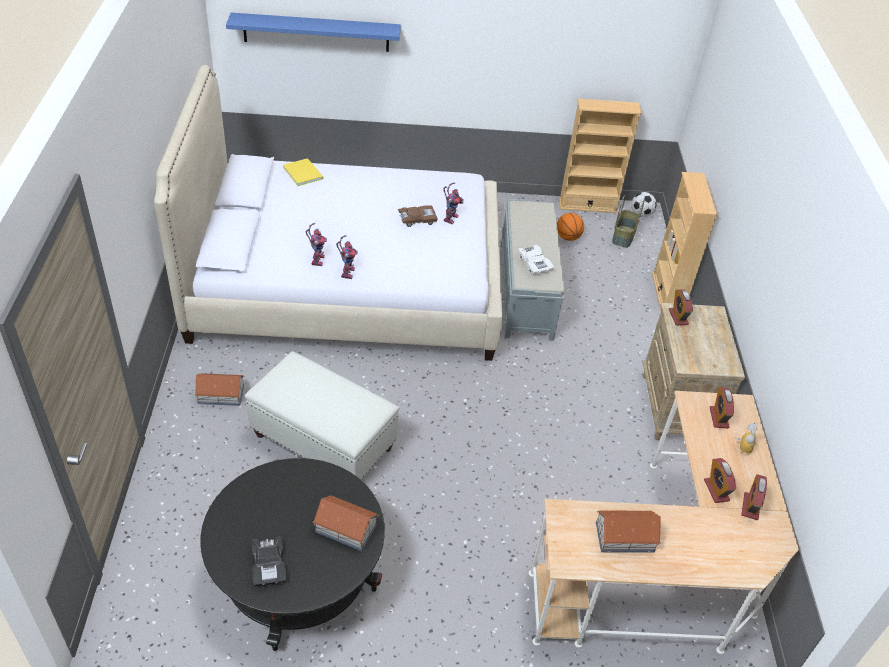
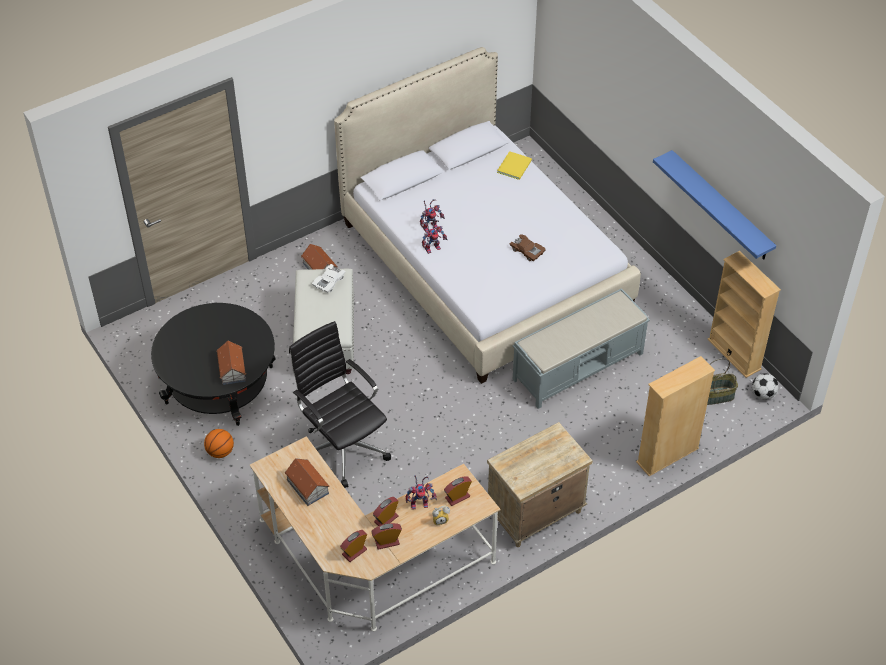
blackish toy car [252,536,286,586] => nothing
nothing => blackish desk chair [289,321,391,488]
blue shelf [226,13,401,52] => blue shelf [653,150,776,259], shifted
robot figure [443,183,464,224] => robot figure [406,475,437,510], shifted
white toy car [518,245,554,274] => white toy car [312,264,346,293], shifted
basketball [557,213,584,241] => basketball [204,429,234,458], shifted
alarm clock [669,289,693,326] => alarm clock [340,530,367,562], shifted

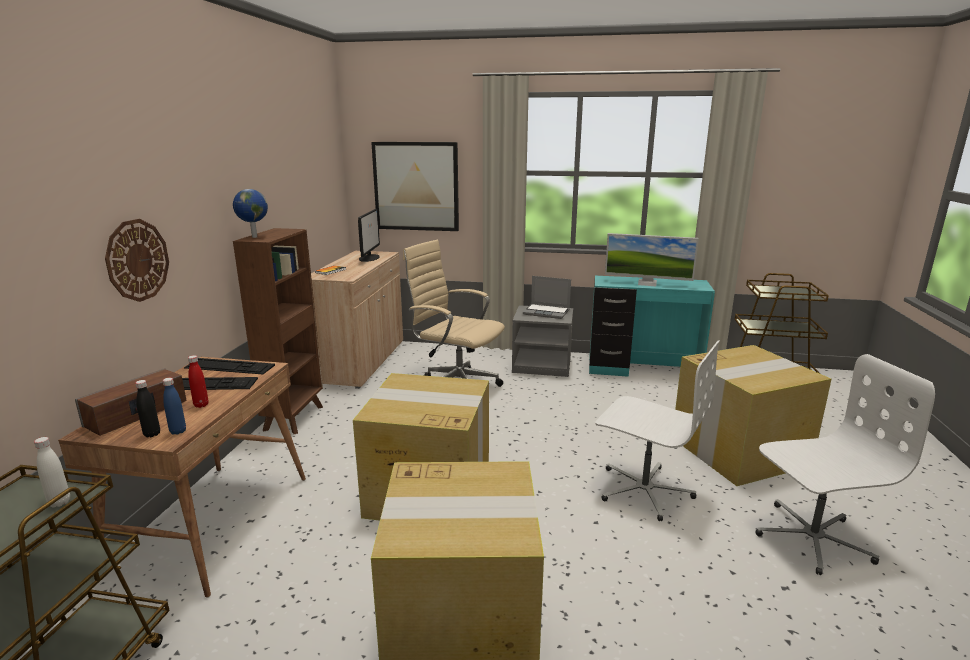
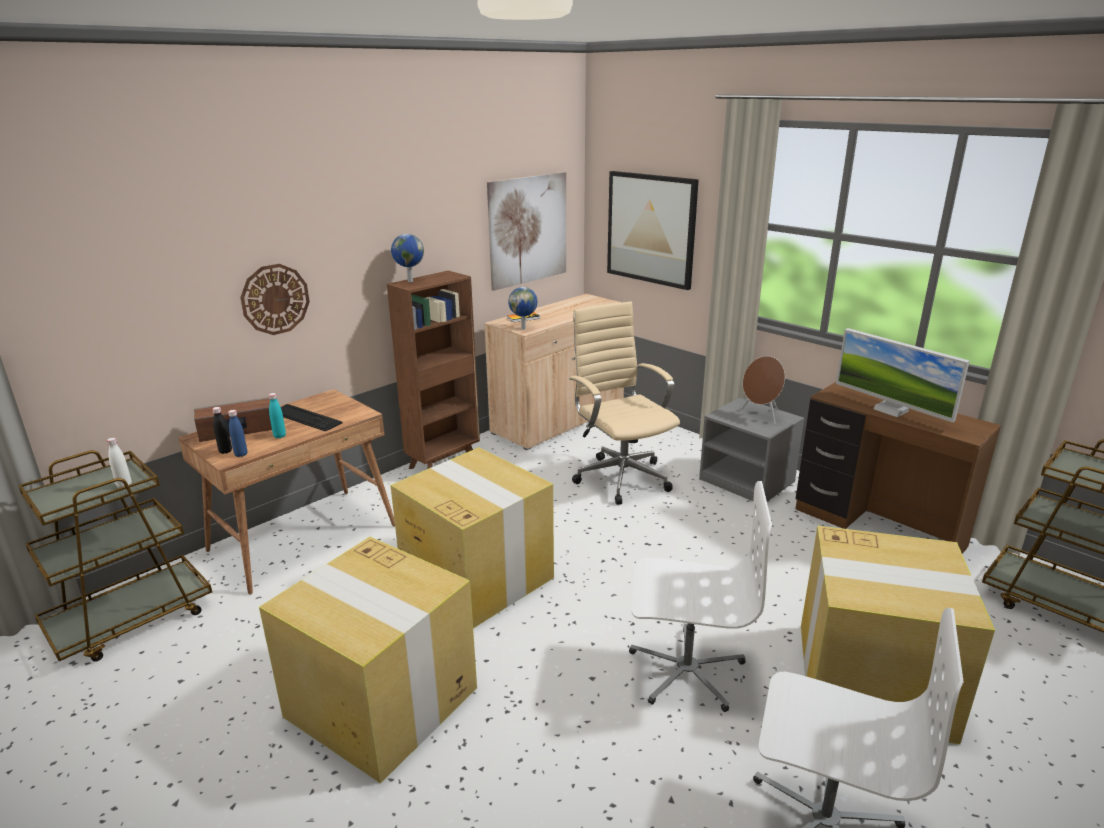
PC keyboard [184,358,275,374] => nothing
monitor [358,209,380,262] => nothing
nothing => wall art [487,172,566,291]
nothing => globe [508,287,537,330]
notebook computer [523,276,571,319] => brown-coloured audio speaker [741,356,785,424]
red-coloured drink bottle [188,355,209,408] => blue-green drink bottle [269,393,286,438]
blue-green desk unit [589,276,715,377] => brown-coloured desk unit [795,382,1001,554]
white desk chair [595,340,719,521] => white desk chair [629,481,772,712], 60 degrees counterclockwise

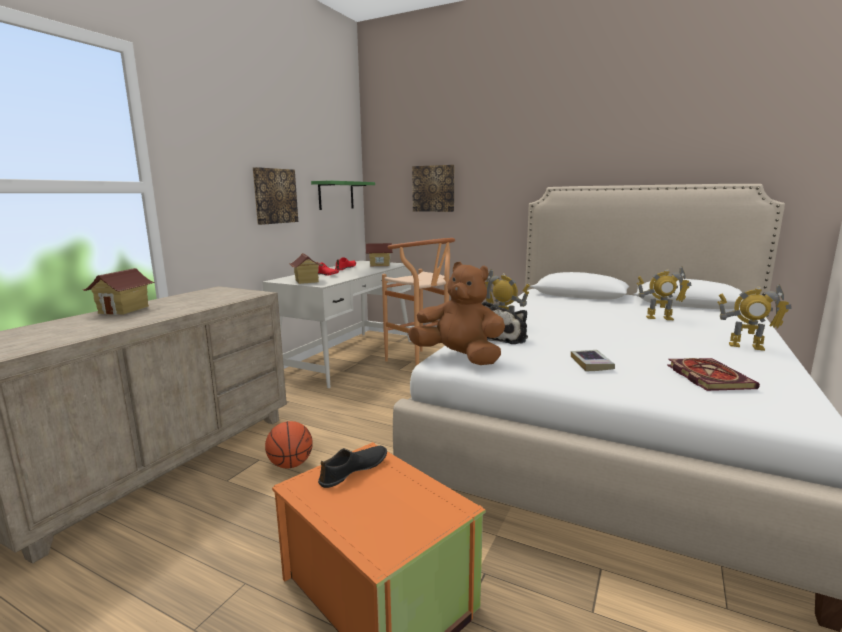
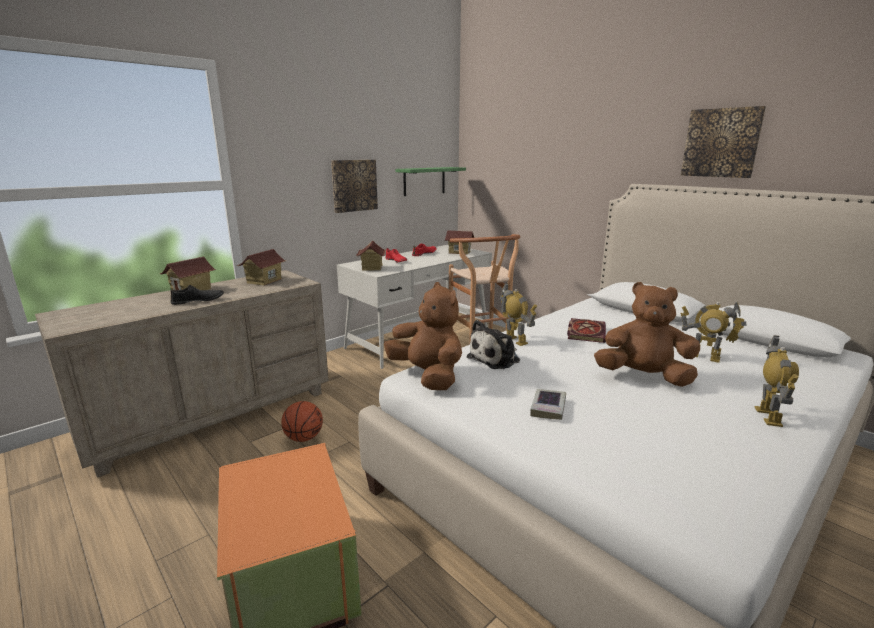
nothing => toy house [237,249,287,285]
nothing => brown-coloured soft toy [594,282,700,387]
blackish shoe [318,446,387,488] => blackish shoe [170,285,224,305], shifted
wall art [412,165,454,212] => wall art [681,106,766,178], shifted
volume [667,358,760,391] => volume [567,318,606,343], shifted
robot figure [718,284,792,351] => robot figure [754,335,799,427], 120 degrees counterclockwise

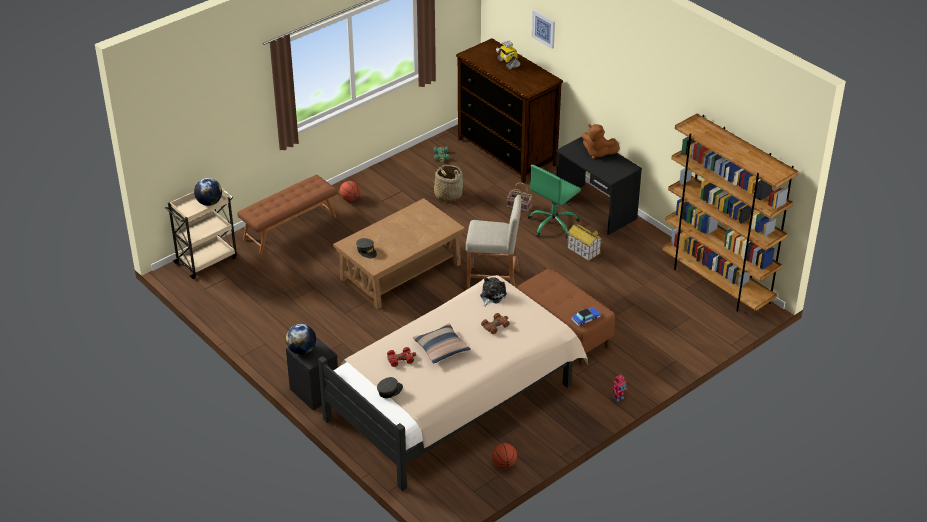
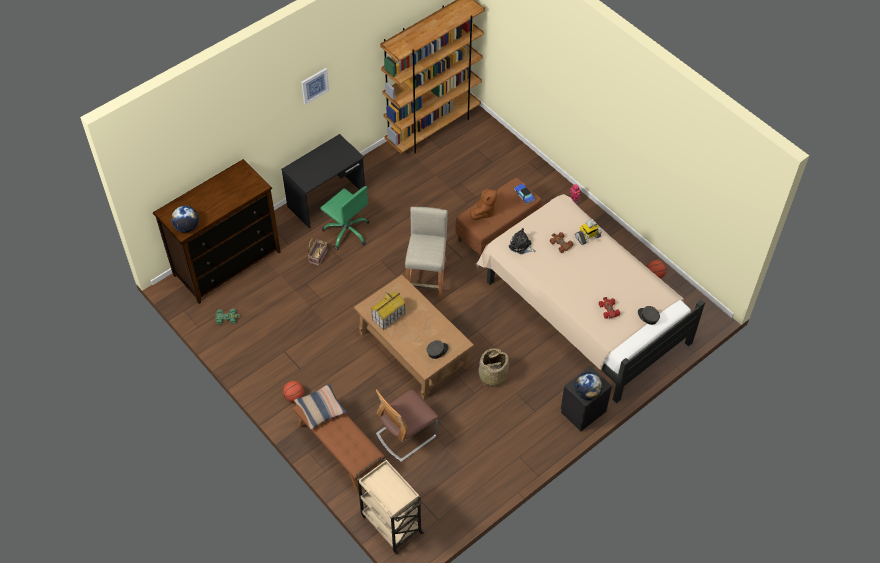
nothing => chair [376,389,439,462]
globe [194,178,222,206] => globe [171,206,199,233], shifted
cushion [413,323,471,363] => cushion [294,384,346,429], shifted
basket [433,165,463,202] => basket [479,348,509,387], shifted
robot figure [496,40,521,70] => robot figure [575,219,603,245], shifted
wall art [531,10,555,49] => wall art [301,68,329,105], shifted
toy house [567,224,602,261] => toy house [371,292,405,330], shifted
brown-coloured soft toy [582,124,620,159] => brown-coloured soft toy [470,189,497,220], shifted

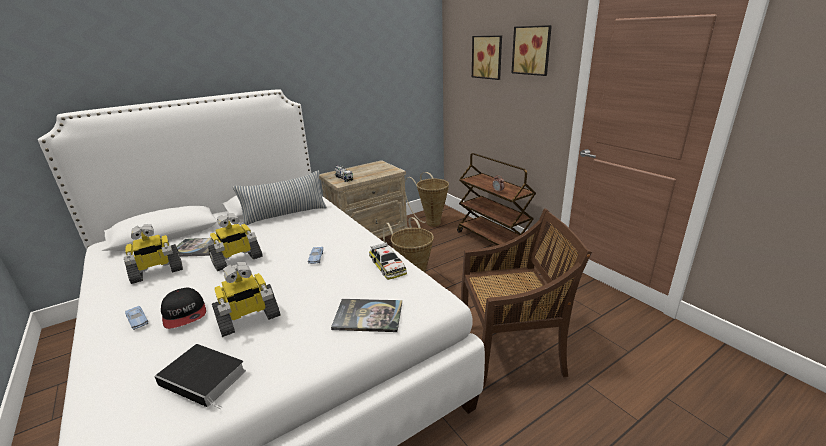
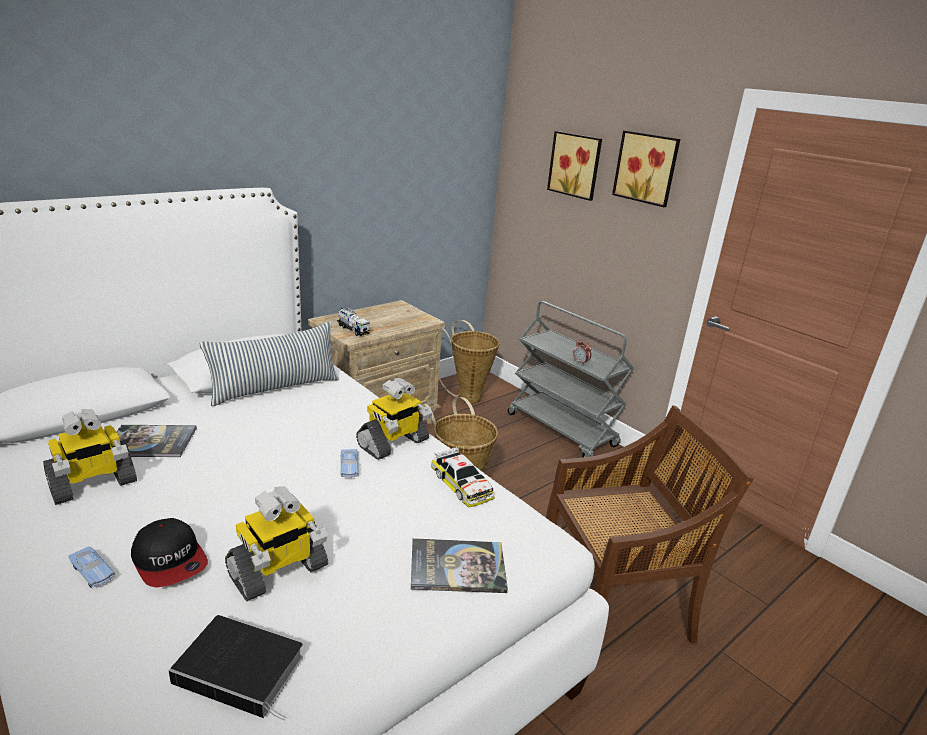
robot figure [208,213,263,271] => robot figure [356,378,433,460], shifted
brown-coloured trolley [457,153,536,245] => greyish trolley [508,301,634,457]

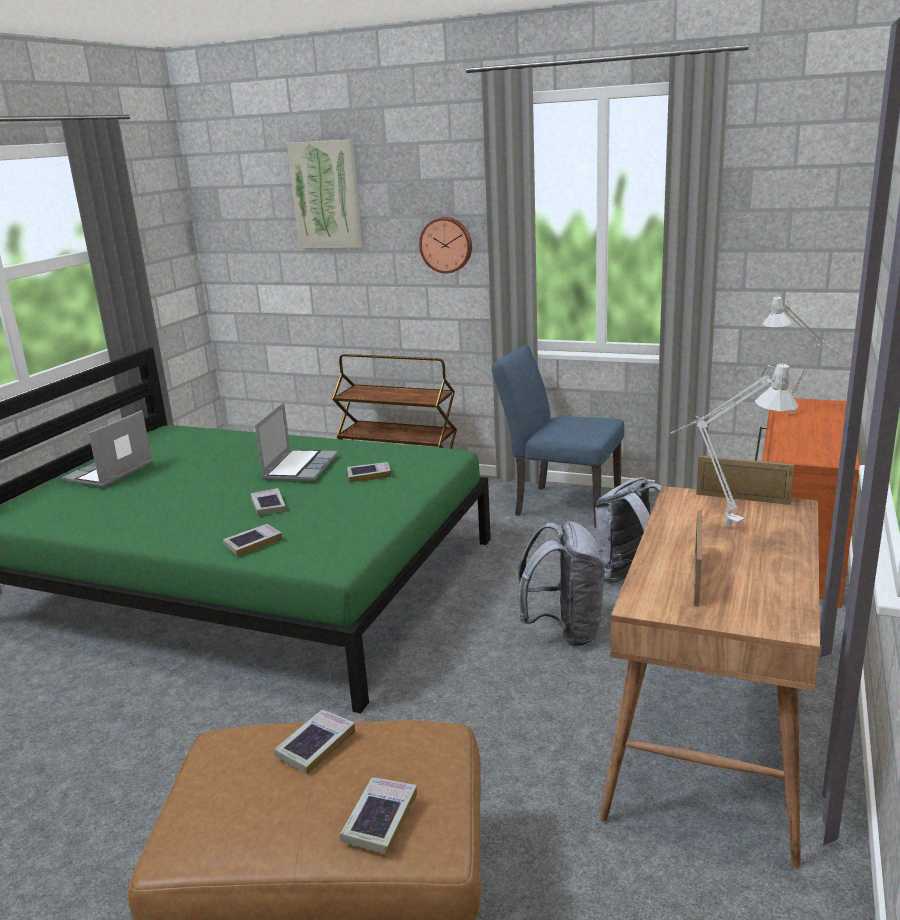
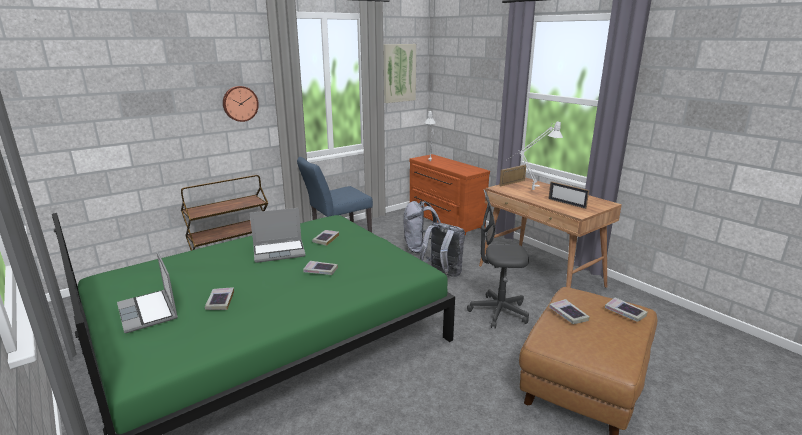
nothing => greyish desk chair [467,189,529,329]
volume [223,524,282,556] => volume [205,287,234,310], shifted
wall art [287,139,363,248] => wall art [383,44,416,103], shifted
notebook computer [255,402,338,481] => notebook computer [250,208,306,263], 120 degrees clockwise

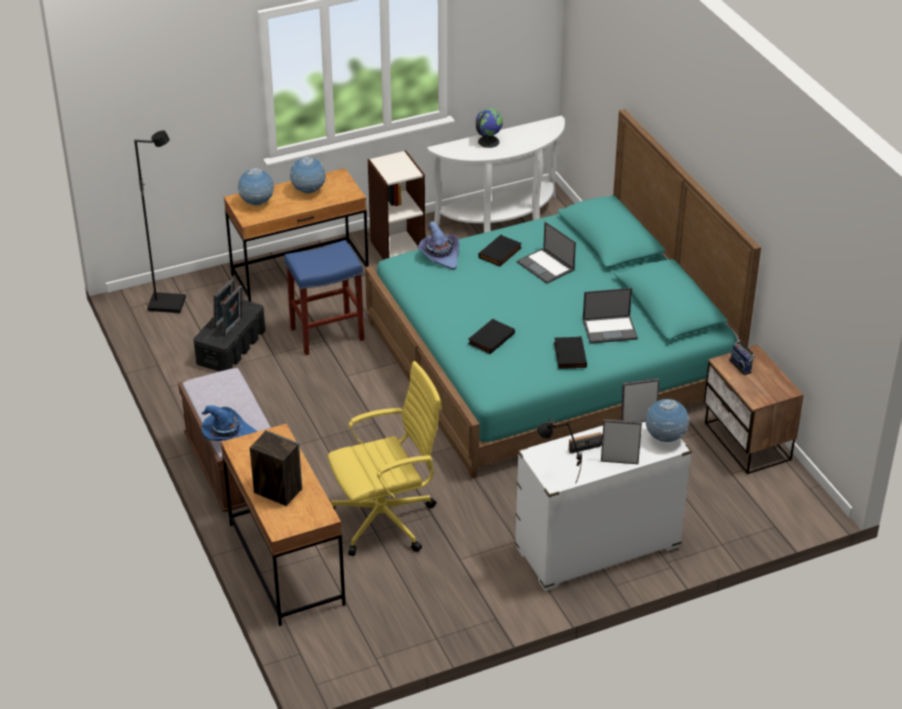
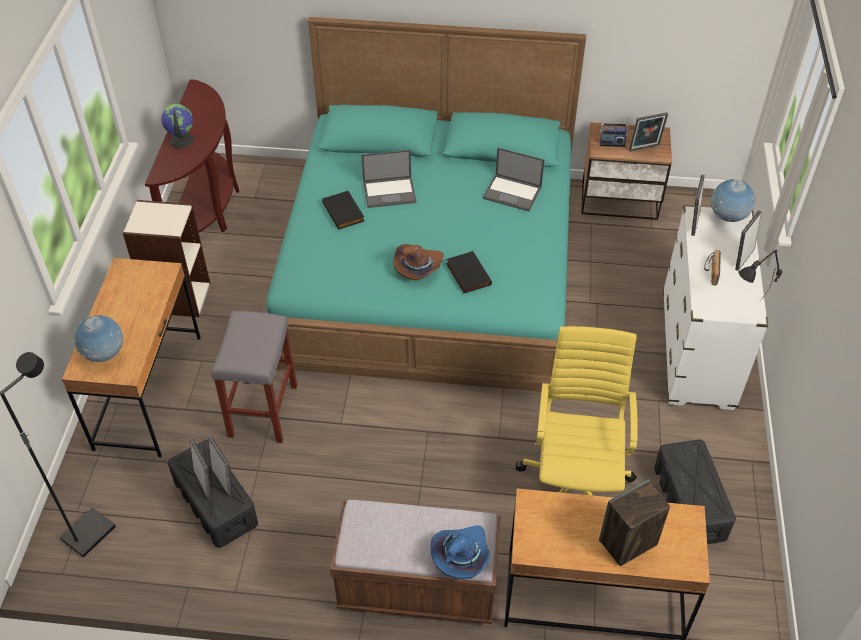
globe [290,157,326,193] => nothing
purple hat [418,221,459,269] => nothing
blackish volume [554,336,587,369] => nothing
nothing => brown-coloured hat [393,244,444,281]
nothing => picture frame [629,112,668,152]
nothing => blackish storage bin [654,439,736,544]
blue stool [284,240,364,355] => greyish stool [211,311,297,443]
white hall table [427,115,565,233] => brown-coloured hall table [145,79,239,232]
notebook computer [583,288,638,344] => notebook computer [483,147,544,211], 90 degrees clockwise

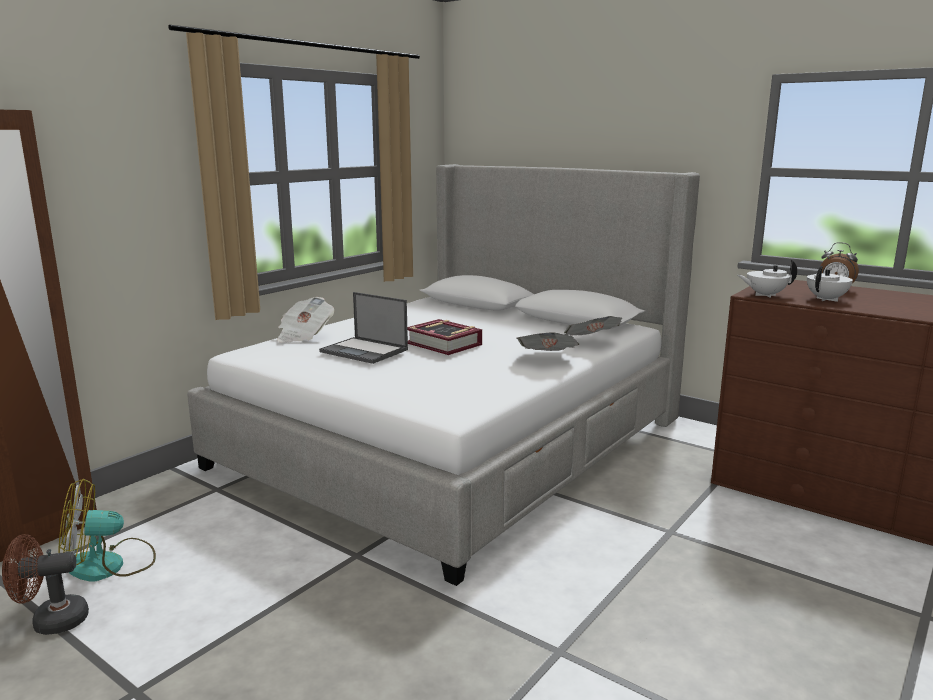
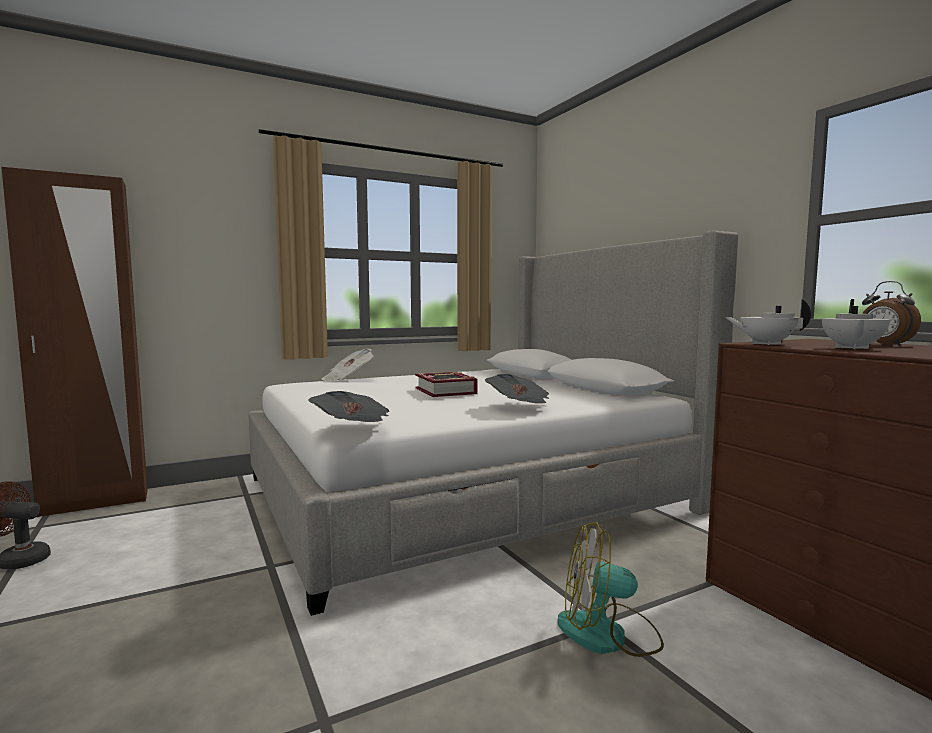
notebook computer [319,292,408,364] => nothing
cooling fan [59,479,156,581] => cooling fan [557,522,664,657], shifted
printed paper [564,316,622,336] => printed paper [308,391,389,422], shifted
white pot for tea [807,266,853,302] => white pot for tea [822,299,891,349], 135 degrees clockwise

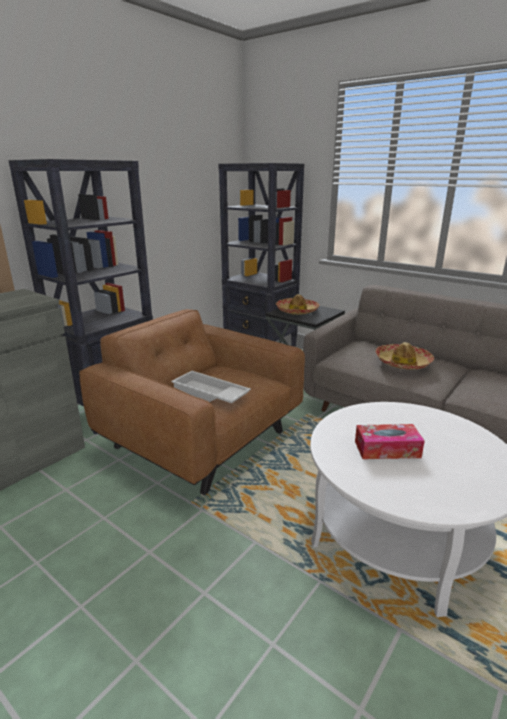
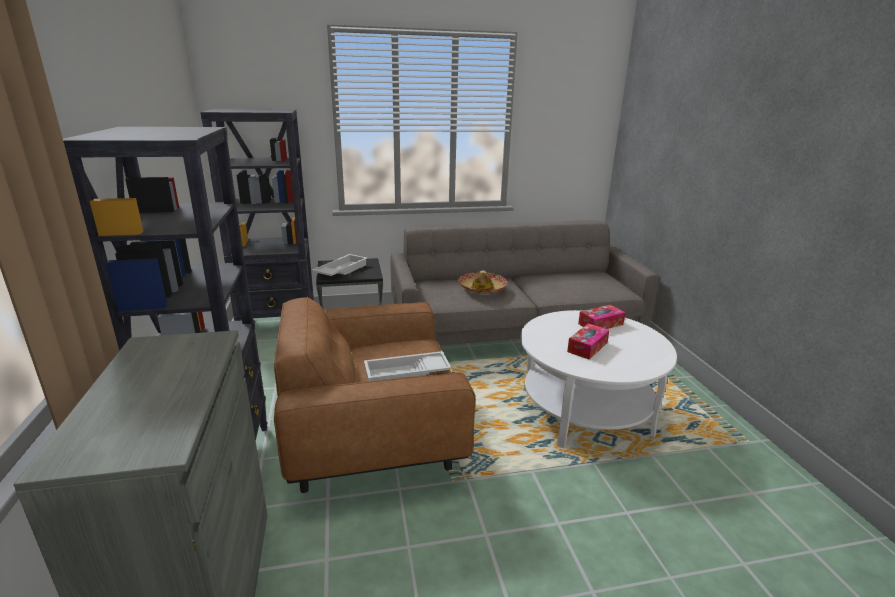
nothing => tissue holder [578,305,626,329]
hat [276,294,320,315] => white carrying tray [312,254,368,276]

